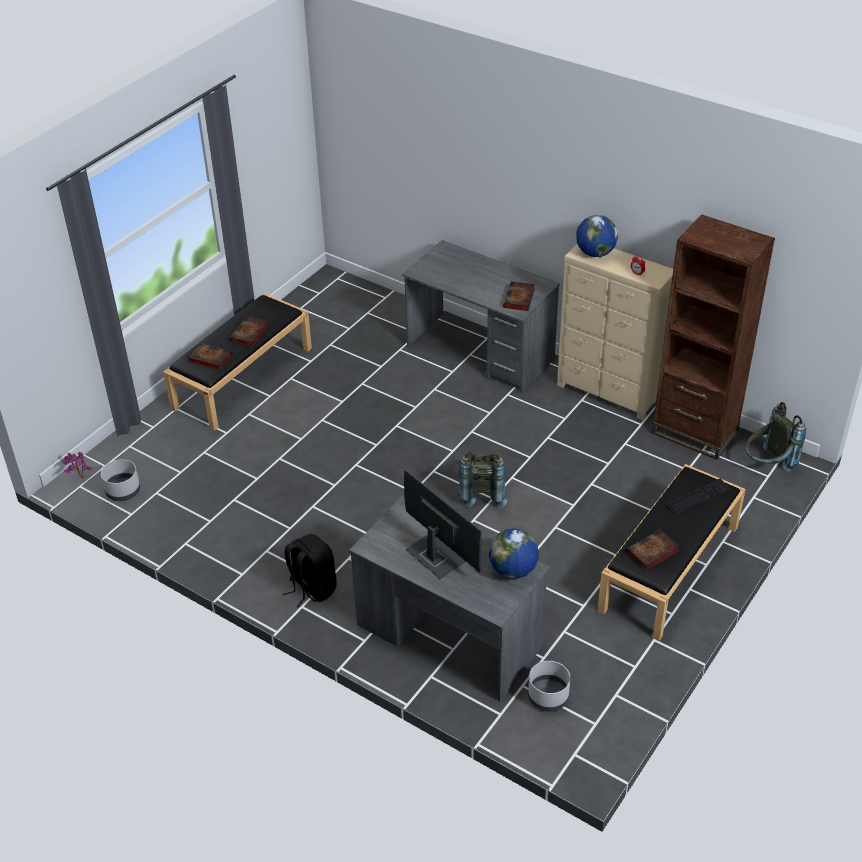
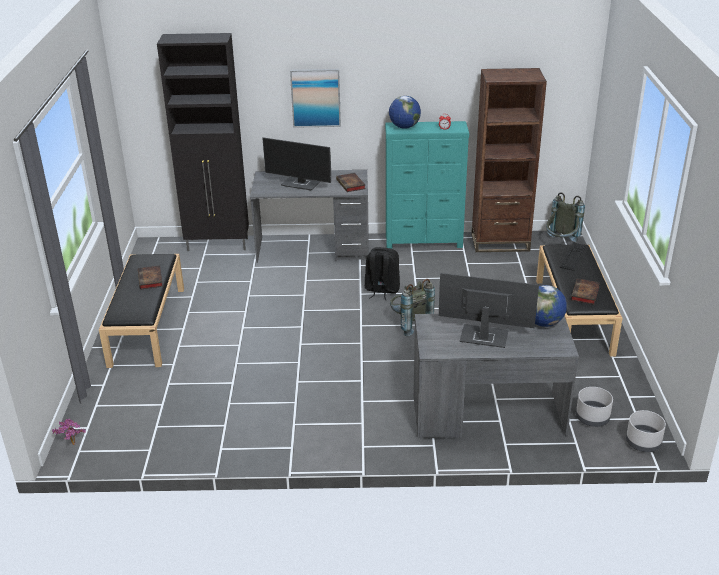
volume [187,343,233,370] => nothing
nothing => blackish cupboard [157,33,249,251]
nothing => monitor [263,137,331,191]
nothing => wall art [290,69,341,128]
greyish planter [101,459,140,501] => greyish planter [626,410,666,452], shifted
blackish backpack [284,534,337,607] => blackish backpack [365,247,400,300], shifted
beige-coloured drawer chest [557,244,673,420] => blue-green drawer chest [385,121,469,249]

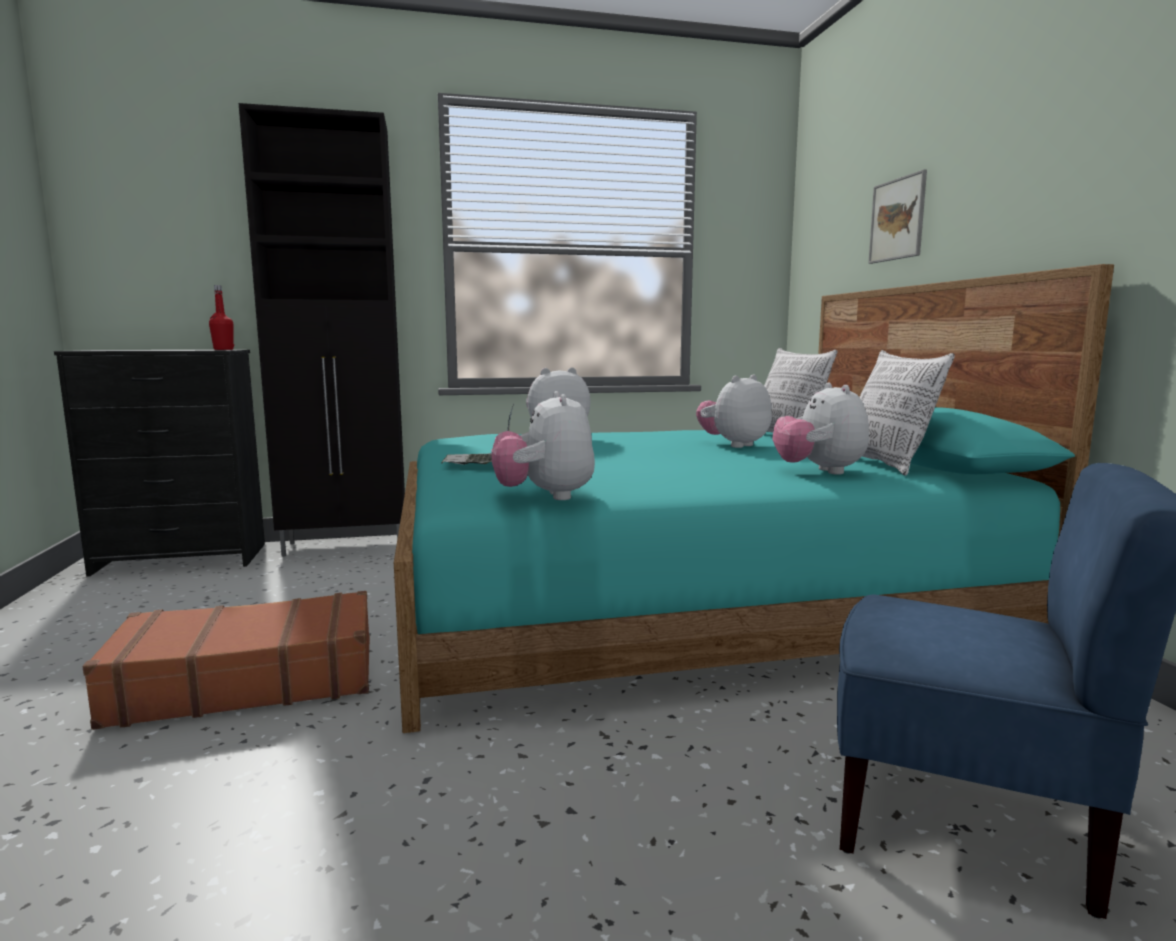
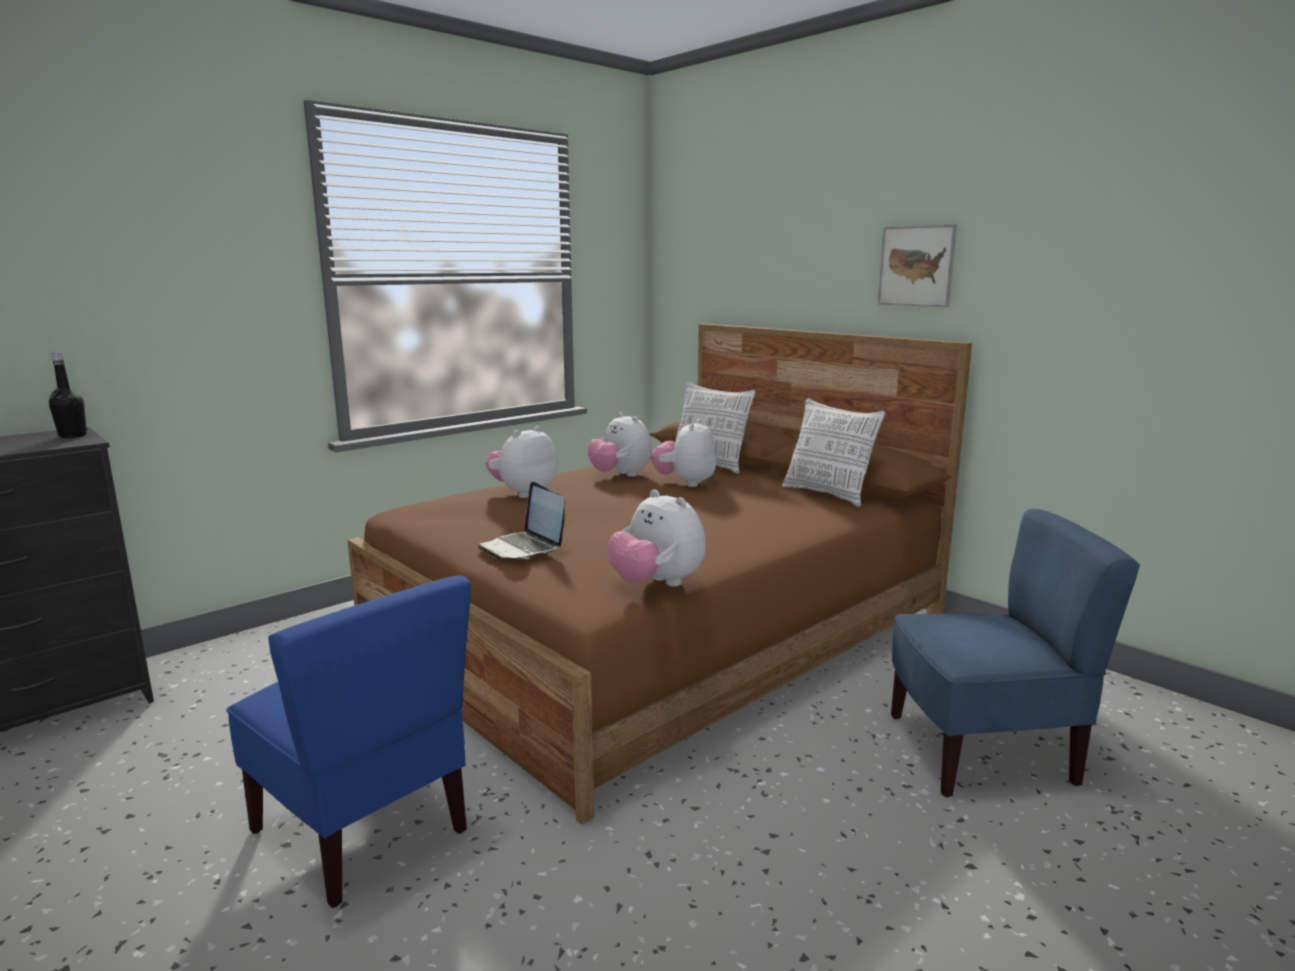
blackish cupboard [239,103,405,557] => nothing
soft toy [772,383,869,475] => soft toy [588,412,652,477], shifted
wall art [868,169,927,264] => wall art [878,224,957,307], shifted
brown-coloured piece of luggage [83,591,370,730] => blue chair [226,575,471,908]
red-coloured drink bottle [209,285,234,350] => blackish drink bottle [49,352,87,438]
blue-green bedroom bed [394,264,1114,733] => brown-coloured bedroom bed [347,324,972,825]

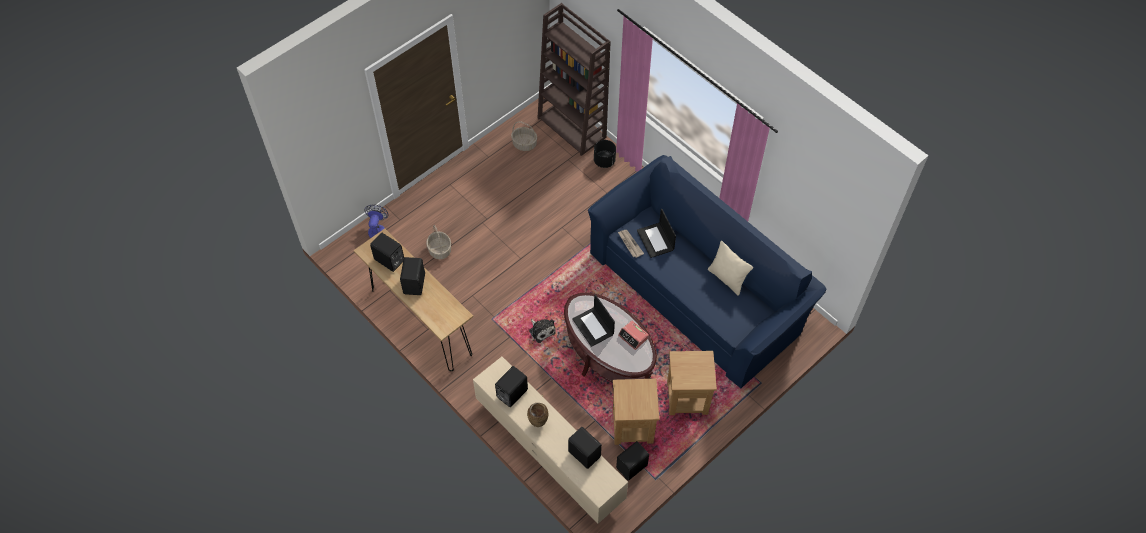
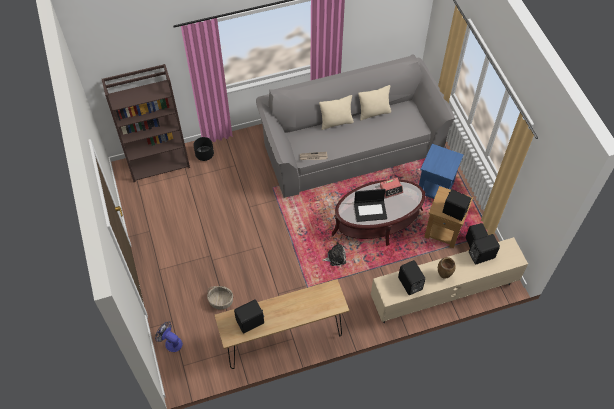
basket [511,121,537,151] => nothing
notebook computer [637,209,676,258] => nothing
nothing => beige-coloured cushion [319,95,354,130]
blackish audio speaker [400,257,425,295] => blackish audio speaker [442,189,471,221], shifted
blue sofa [588,155,826,388] => greyish sofa [256,54,455,198]
brown-coloured accent table [667,351,717,415] => blue accent table [419,144,464,199]

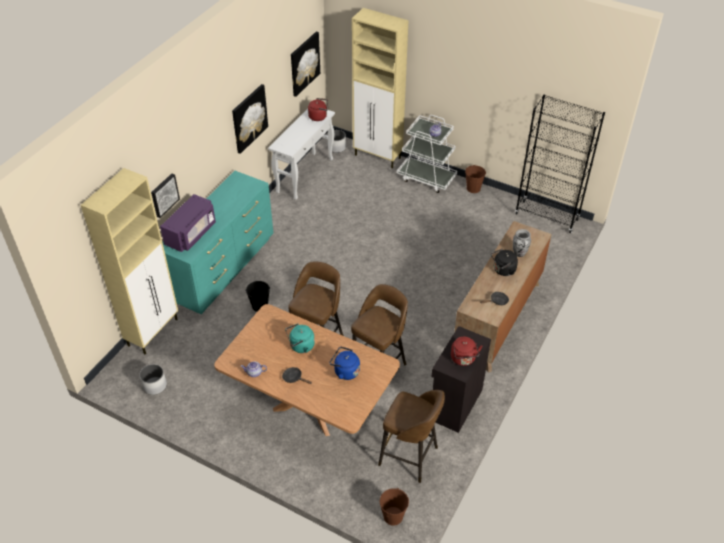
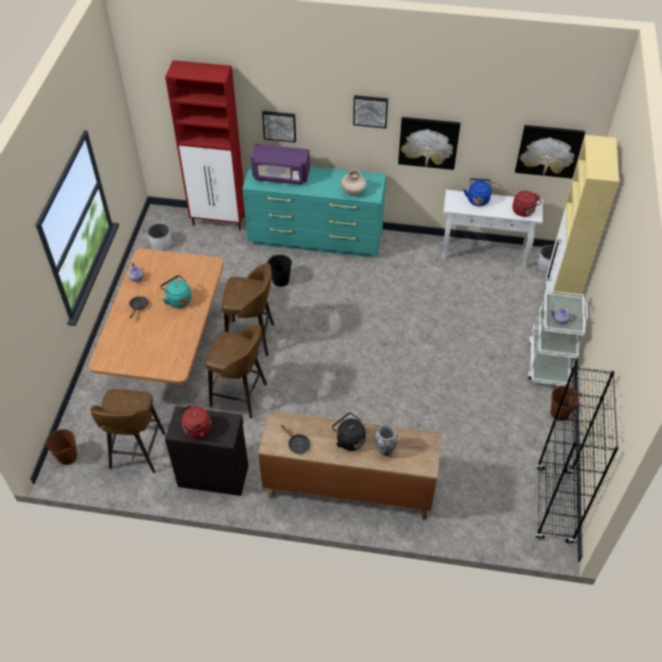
nothing => beige-coloured flower vase [341,170,366,195]
nothing => wall art [353,95,388,128]
blue tea kettle [329,347,360,380] => blue tea kettle [464,178,491,206], shifted
beige-coloured cupboard [81,168,178,354] => red-coloured cupboard [165,60,245,231]

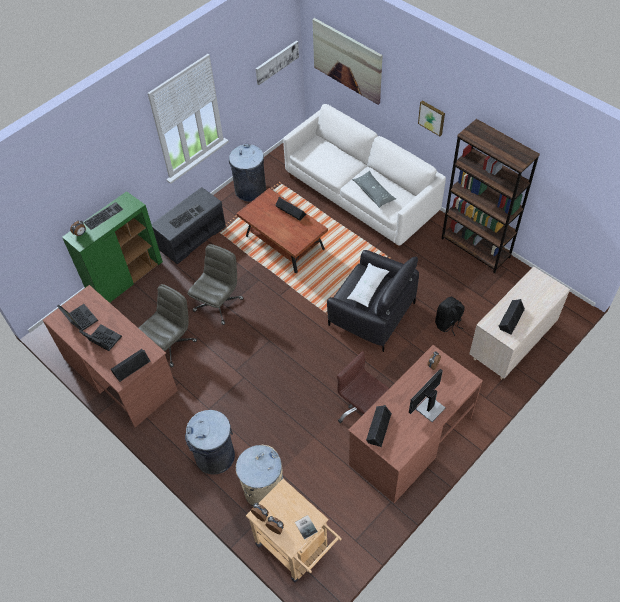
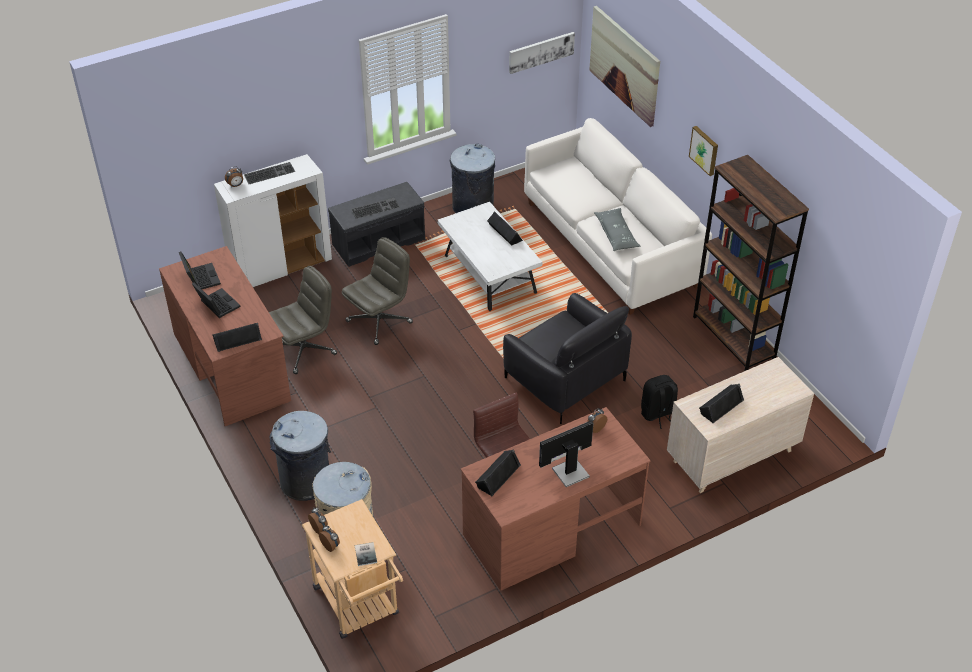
white cushion [347,263,389,307] => nothing
green cupboard [62,191,163,303] => white cupboard [214,154,332,287]
brown-coloured low table [237,188,328,273] => white low table [437,202,542,311]

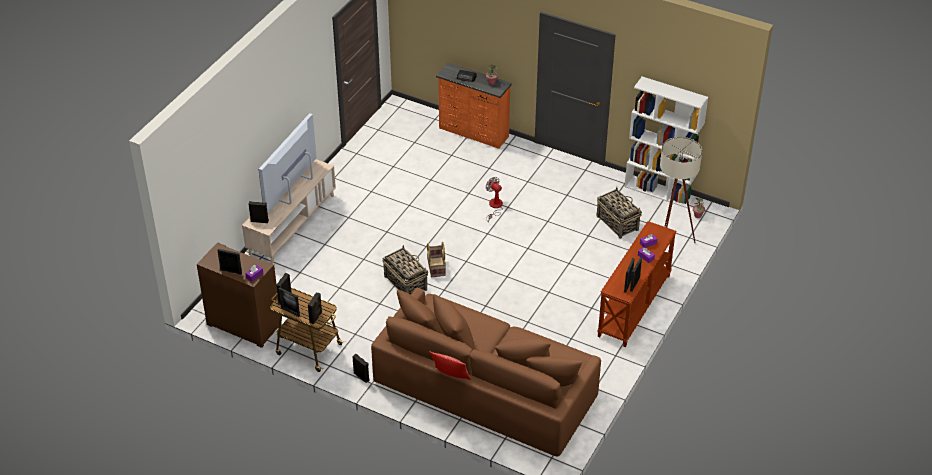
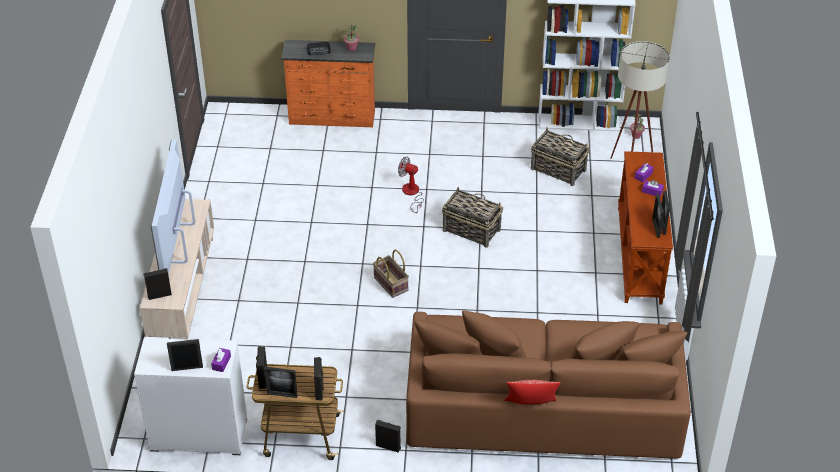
basket [383,245,428,295] => basket [442,187,503,248], shifted
brown-coloured cupboard [197,243,280,348] => white cupboard [134,337,247,455]

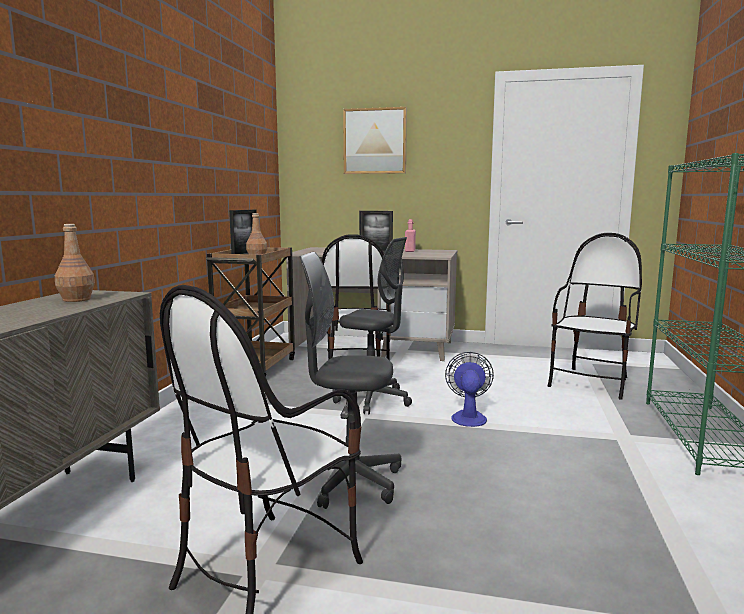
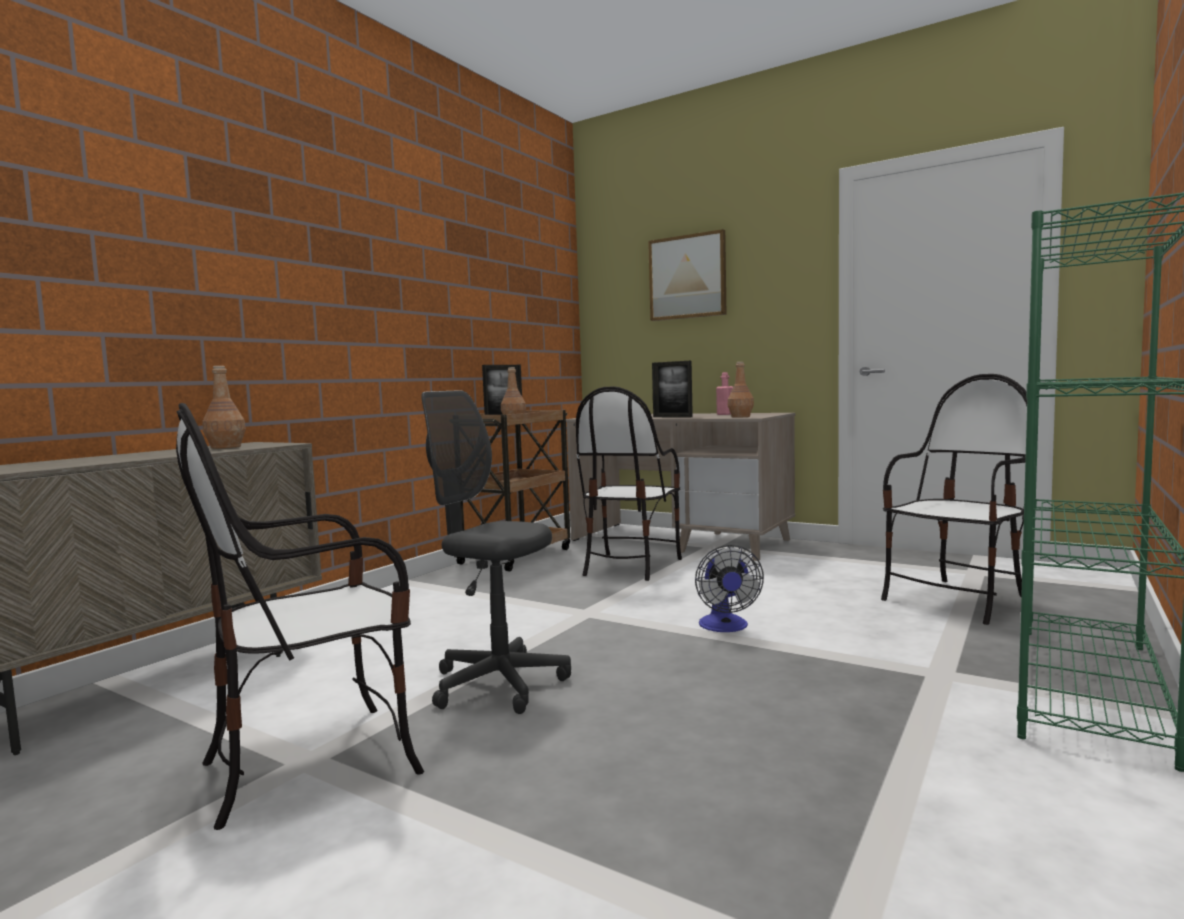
greyish desk chair [332,237,412,414] => nothing
nothing => brown-coloured drink bottle [728,362,754,417]
cooling fan [445,352,494,427] => cooling fan [695,545,764,632], 150 degrees clockwise

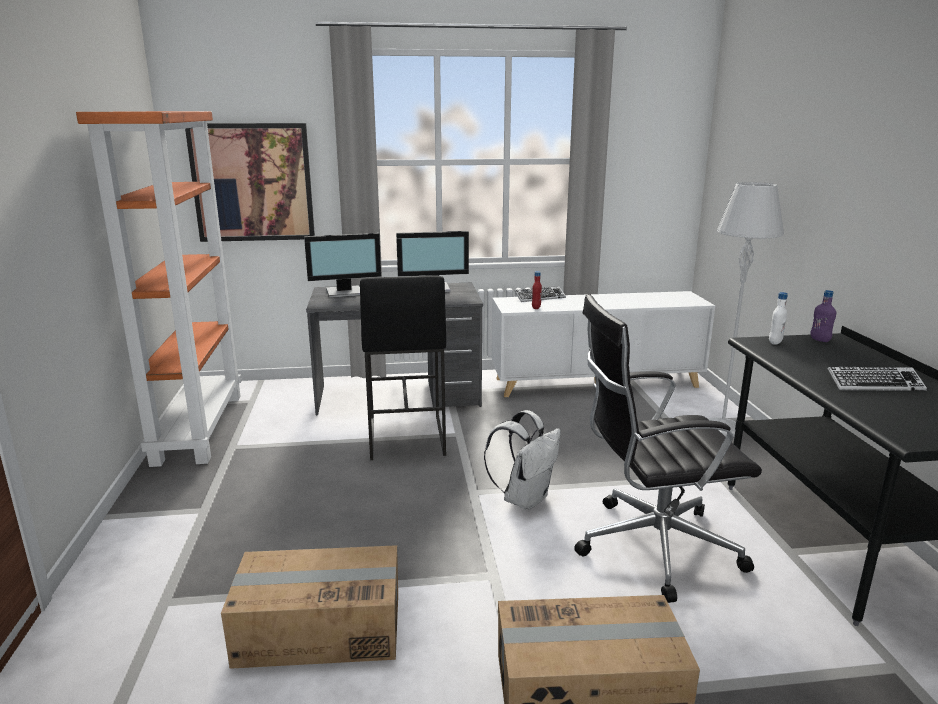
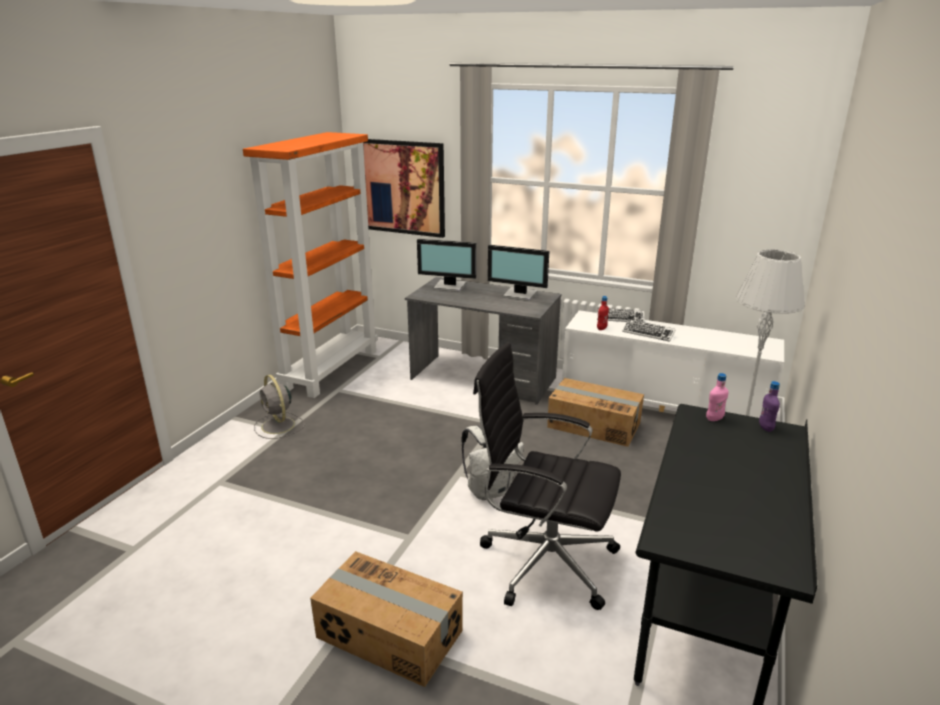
blackish stool [360,276,446,460] => nothing
nothing => greyish cooling fan [254,375,305,439]
cardboard box [221,545,398,669] => cardboard box [547,378,644,447], shifted
PC keyboard [828,367,927,391] => PC keyboard [622,319,676,342], shifted
white drink bottle [769,292,788,345] => pinkish drink bottle [706,373,728,421]

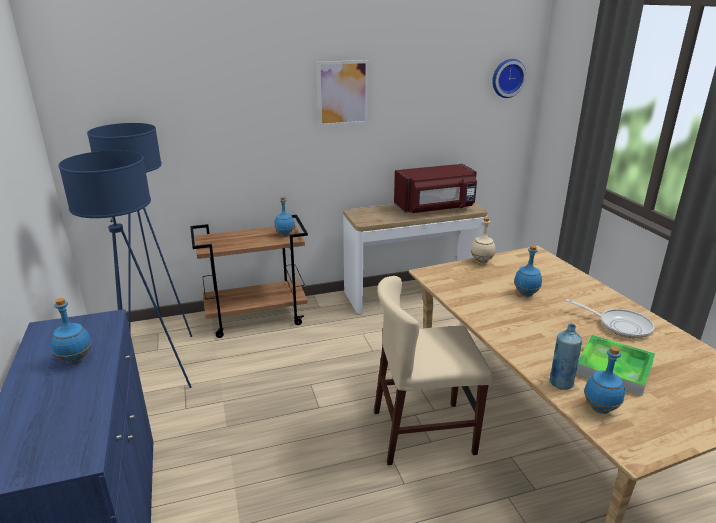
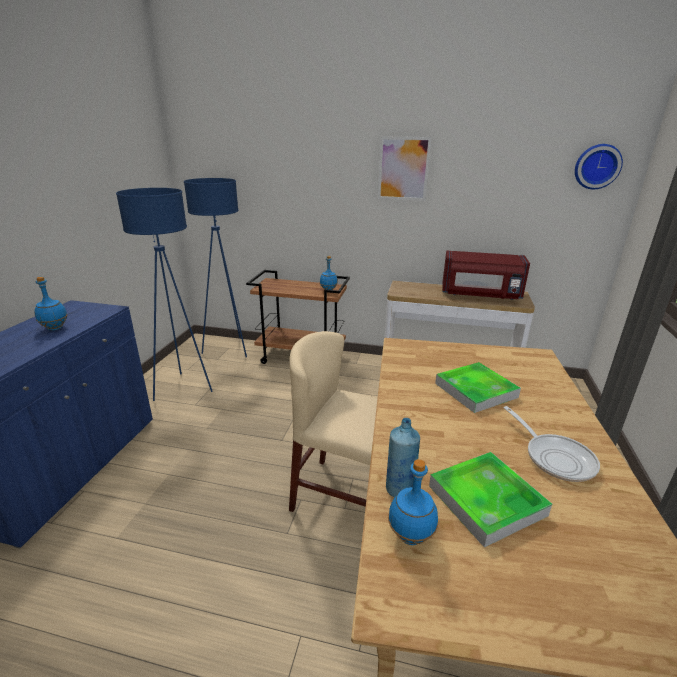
beige-coloured drink bottle [471,217,495,264] => nothing
blue drink bottle [514,245,542,297] => carrying tray [435,362,521,413]

